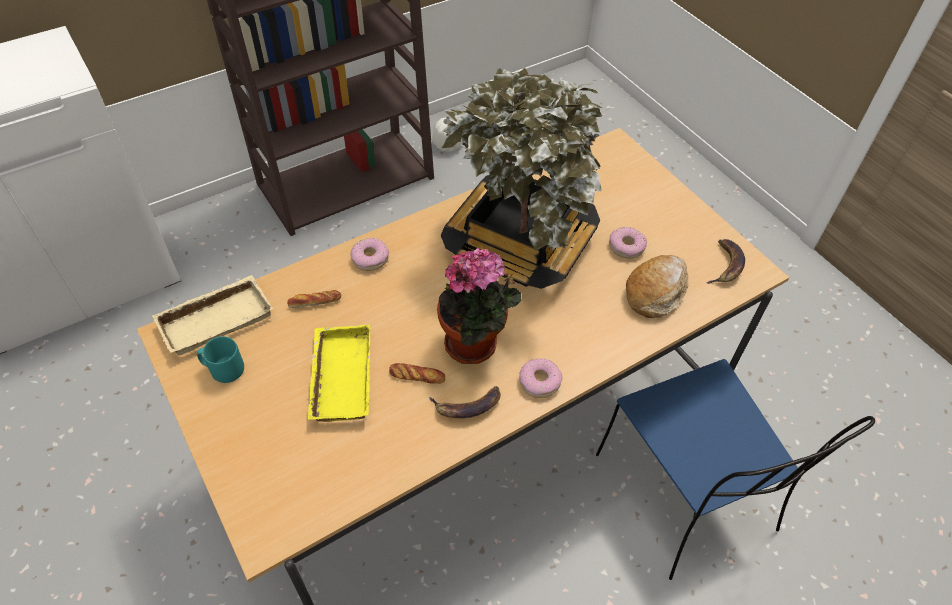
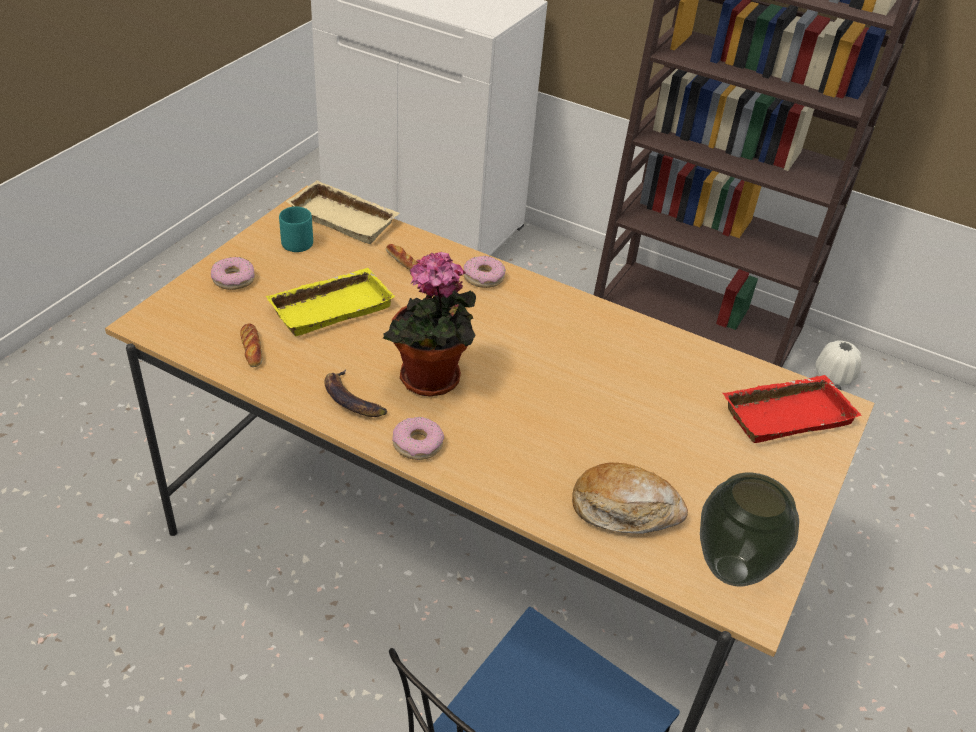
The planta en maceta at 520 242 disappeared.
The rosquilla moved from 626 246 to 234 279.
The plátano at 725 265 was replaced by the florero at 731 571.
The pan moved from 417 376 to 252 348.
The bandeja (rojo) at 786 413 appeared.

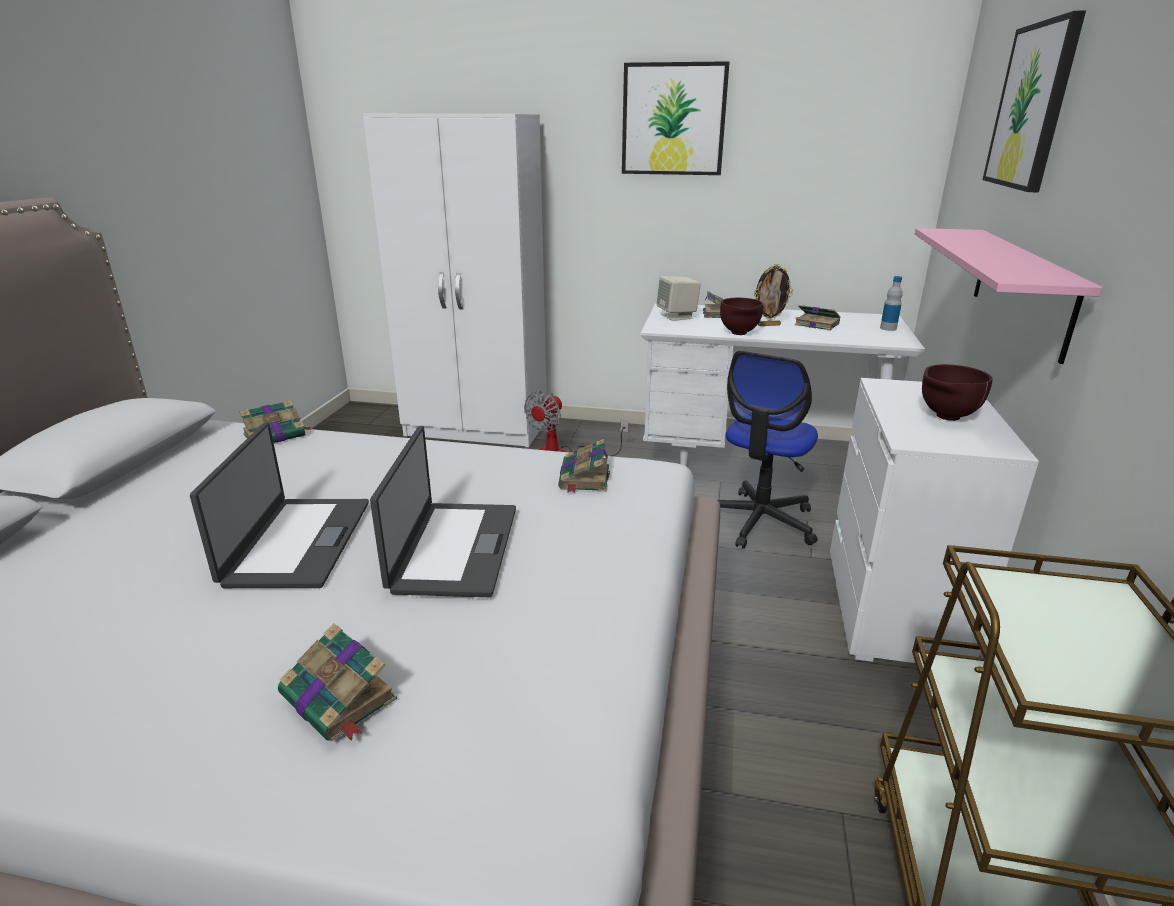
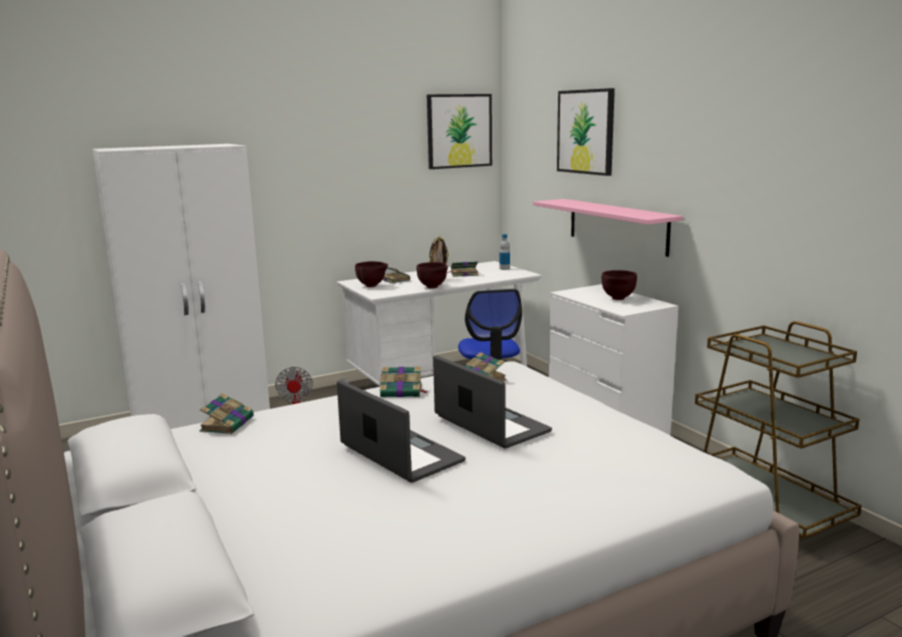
The cuadro moved from 673 119 to 459 131.
The altavoz (beis) at 677 316 was replaced by the cuenco (marrón) at 372 286.
The libro moved from 340 699 to 402 391.

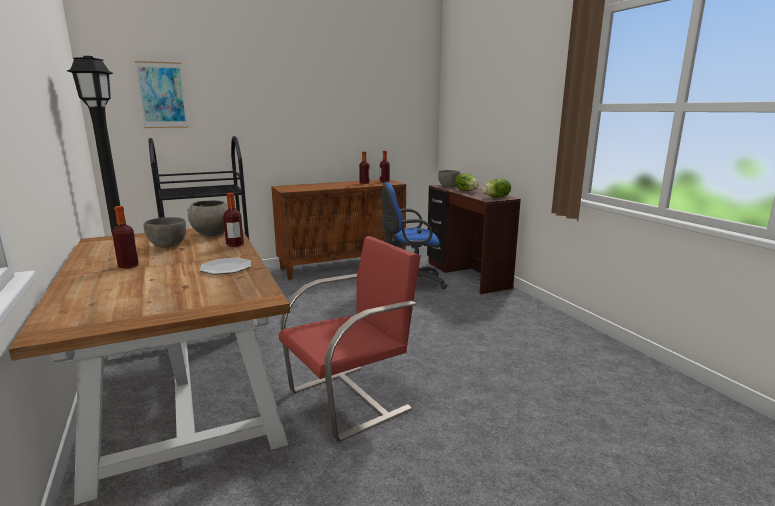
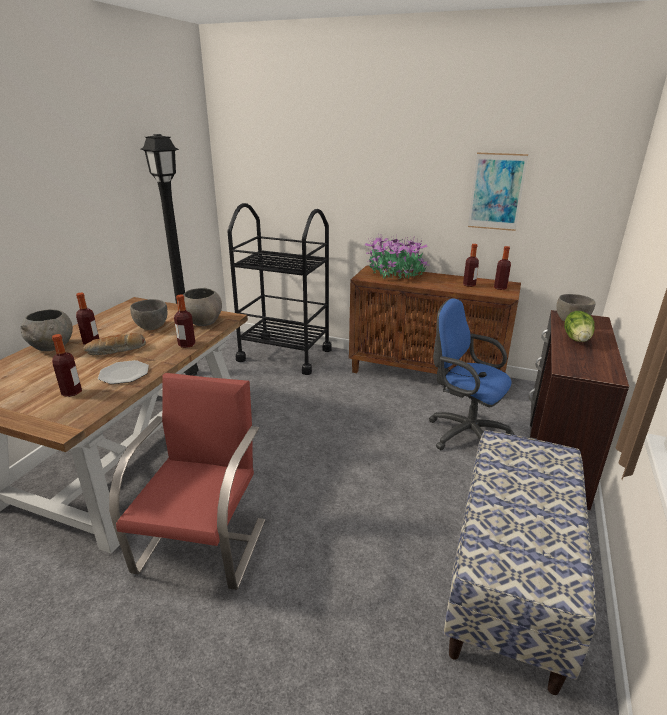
The cuadro moved from 162 95 to 496 192.
The lechuga at 496 197 disappeared.
The silla (rojo) at 351 399 turned 90 degrees counterclockwise.
The planta en maceta at 395 275 appeared.
The cuenco (gris) at 52 347 appeared.
The pan at 116 351 appeared.
The botella at 71 392 appeared.
The banco at 510 580 appeared.

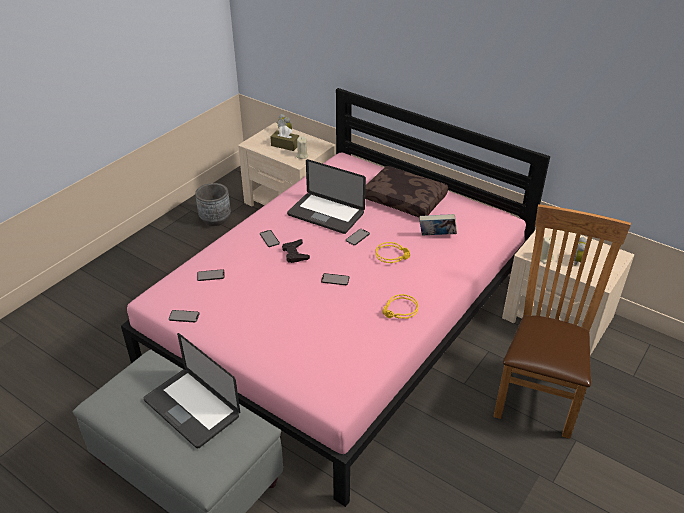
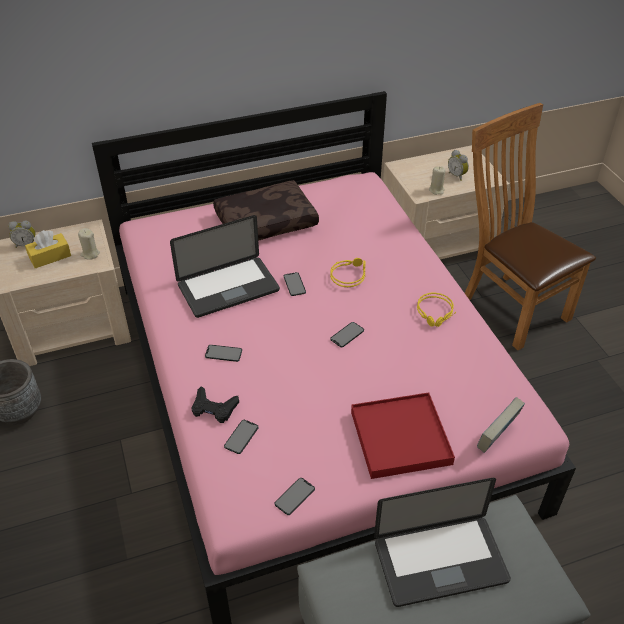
The caja de pañuelos (marrón) at 285 145 became the caja de pañuelos (amarillo) at 50 257.
The libro moved from 436 236 to 496 438.
The mando de consola (negro) moved from 295 254 to 214 408.
The bandeja (rojo) at 400 437 appeared.

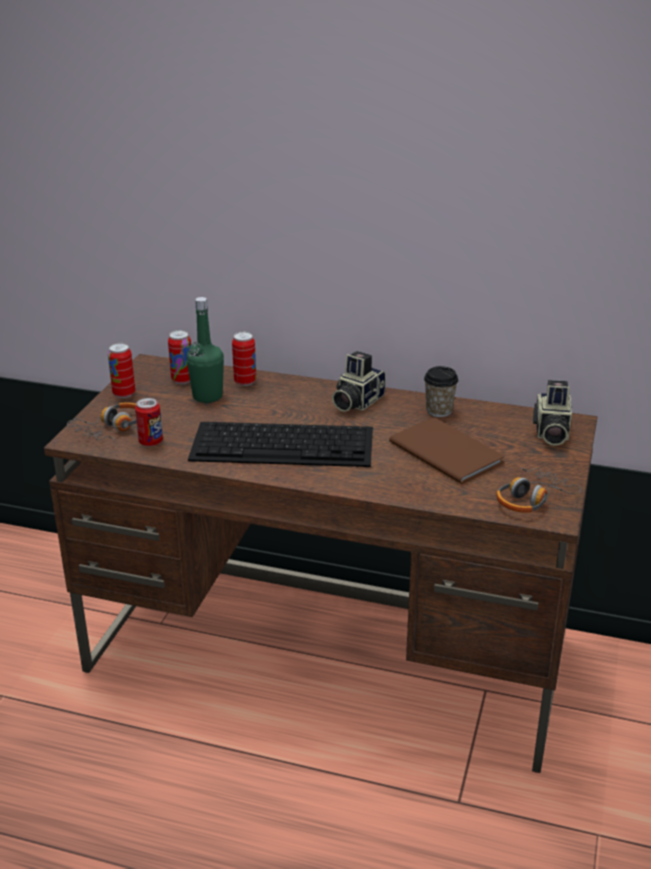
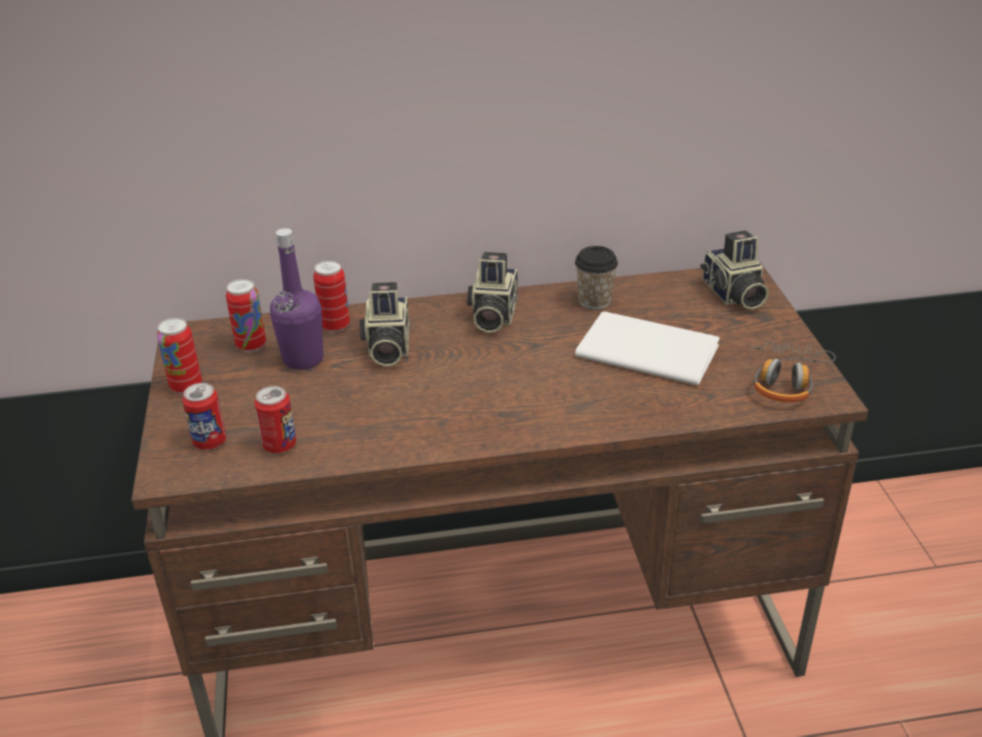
The botella (verde) at 207 396 became the botella (morado) at 303 359.
The auriculares at 112 428 was replaced by the lata at 210 442.
The libro (marrón) at 446 450 became the libro (blanco) at 645 348.
The teclado at 284 444 disappeared.
The cámara at 386 348 appeared.

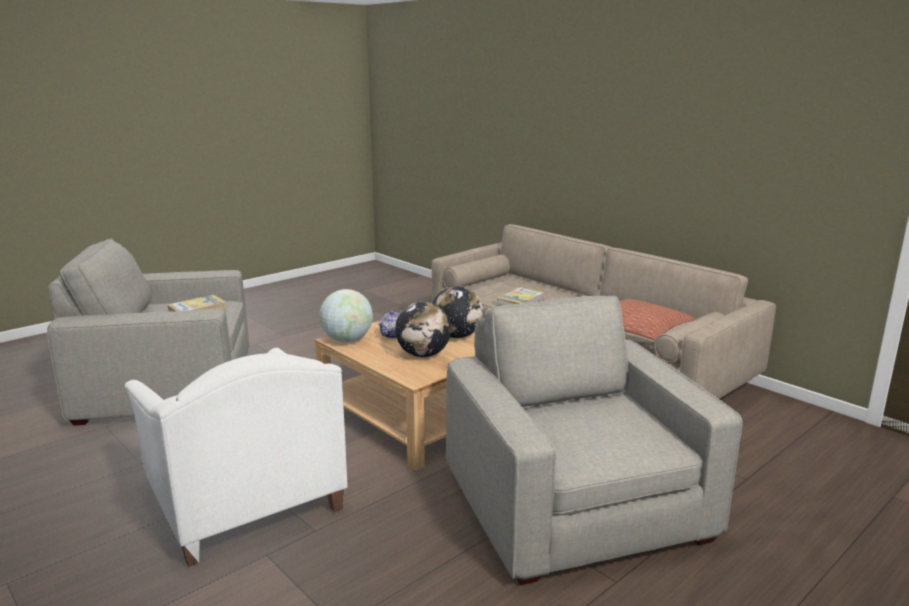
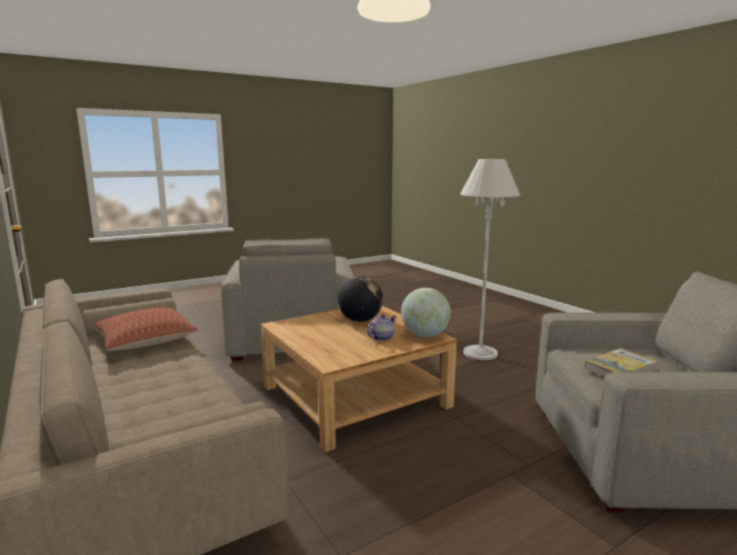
The globo terráqueo at 457 336 disappeared.
The libro at 520 300 disappeared.
The sillón (blanco) at 242 498 was replaced by the lámpara de pie (blanco) at 480 353.

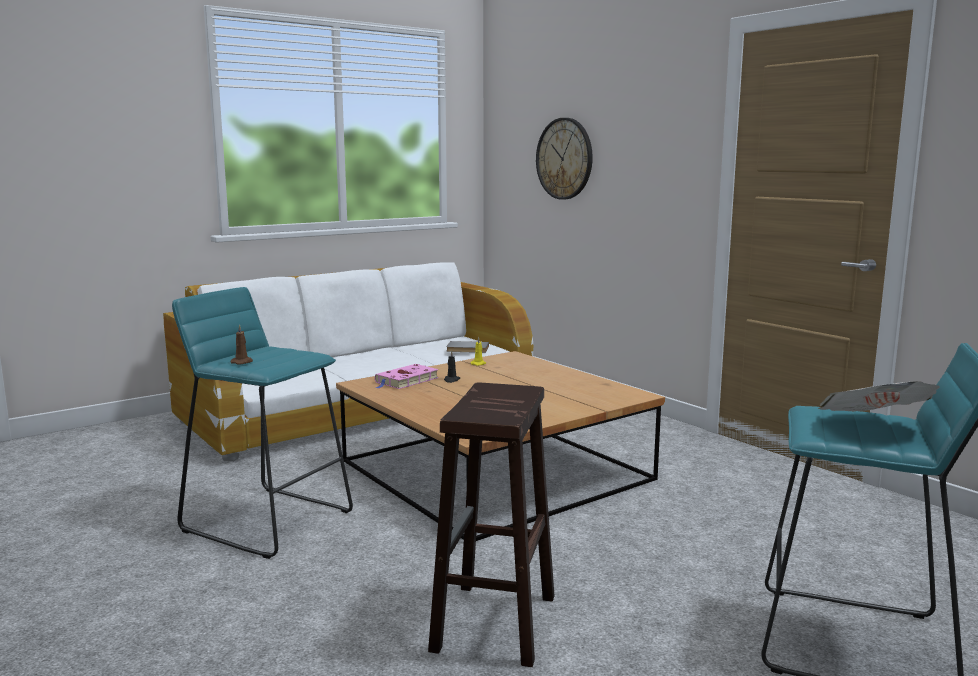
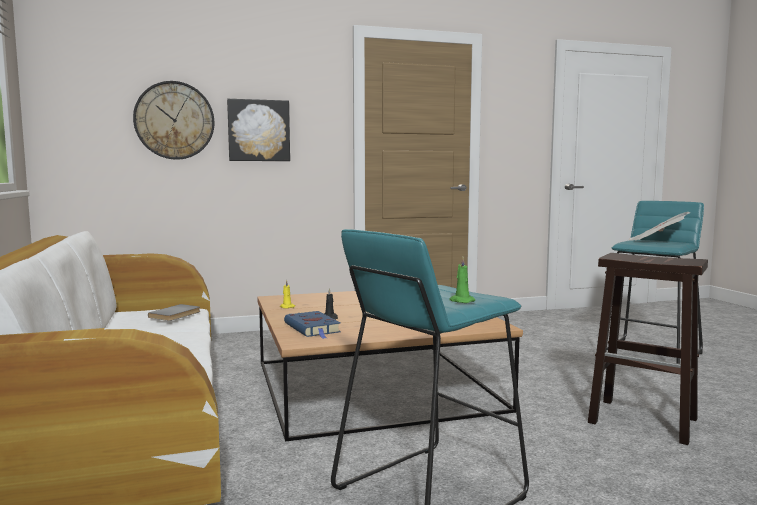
The vela (marrón) at 242 362 became the vela (verde) at 461 301.
The libro (rosa) at 406 381 became the libro (azul) at 313 328.
The cuadro at 258 130 appeared.

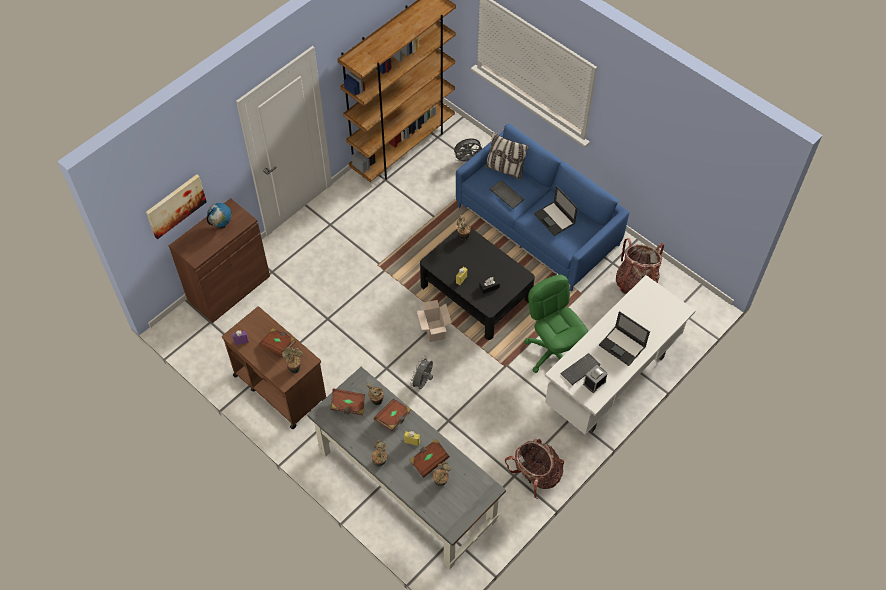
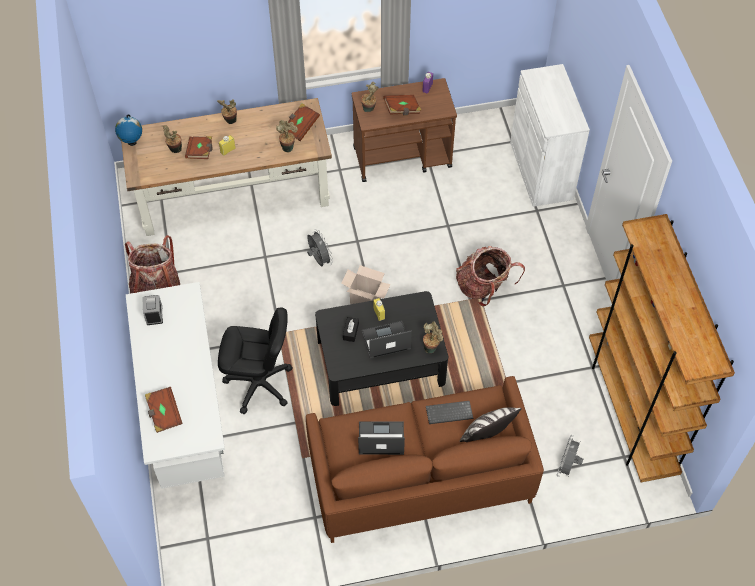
The sofá (azul) at 537 226 became the sofá (marrón) at 420 475.
The cuadro at 175 205 disappeared.
The armario (marrón) at 229 288 became the armario (blanco) at 541 170.
The globo terráqueo moved from 222 225 to 132 142.
The mochila moved from 636 283 to 484 287.
The silla de oficina (verde) at 553 352 became the silla de oficina (negro) at 259 384.
The portátil moved from 622 346 to 385 340.
The teclado at 580 370 disappeared.
The escritorio (gris) at 405 485 became the escritorio (marrón) at 234 193.
The libro (marrón) moved from 393 418 to 164 414.

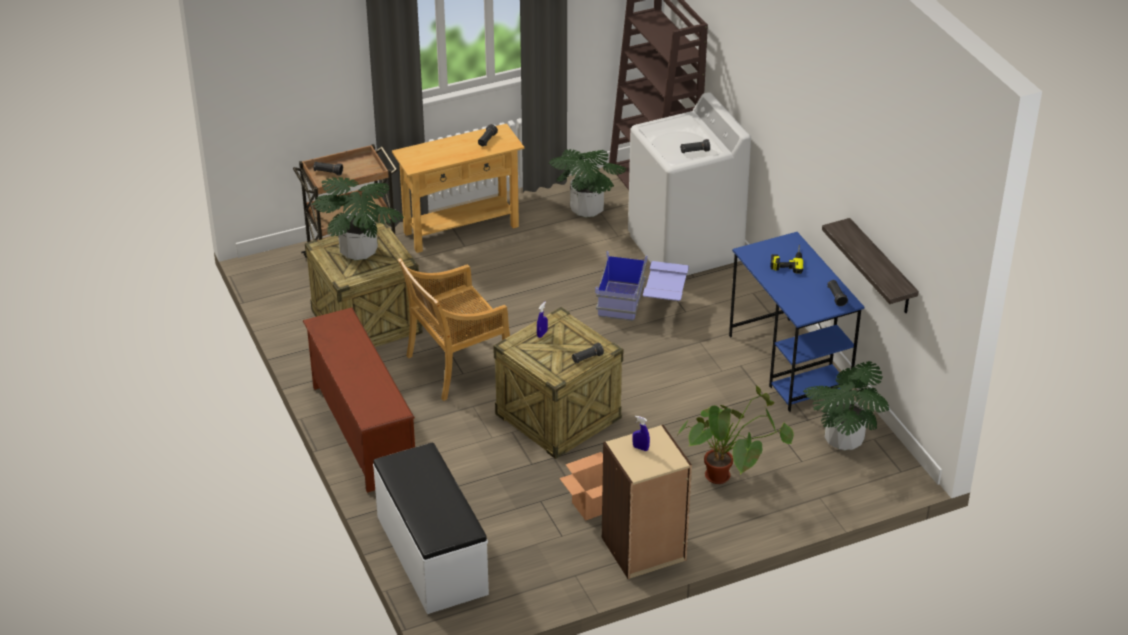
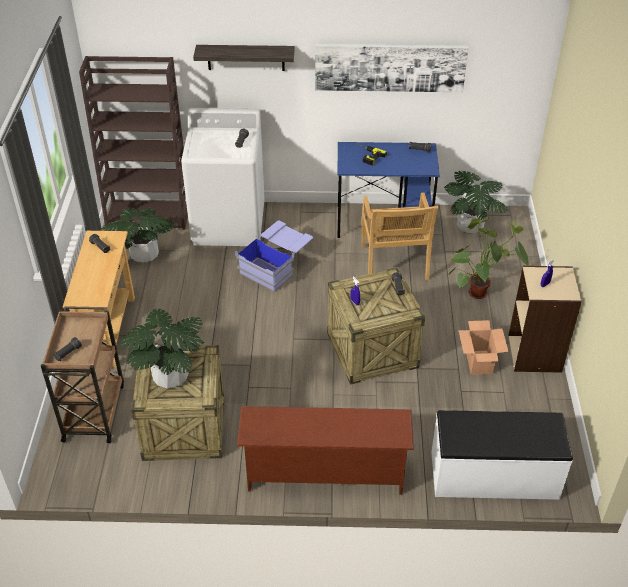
The estante moved from 881 268 to 245 57.
The silla (beis) moved from 456 366 to 394 264.
The cuadro at 390 67 appeared.

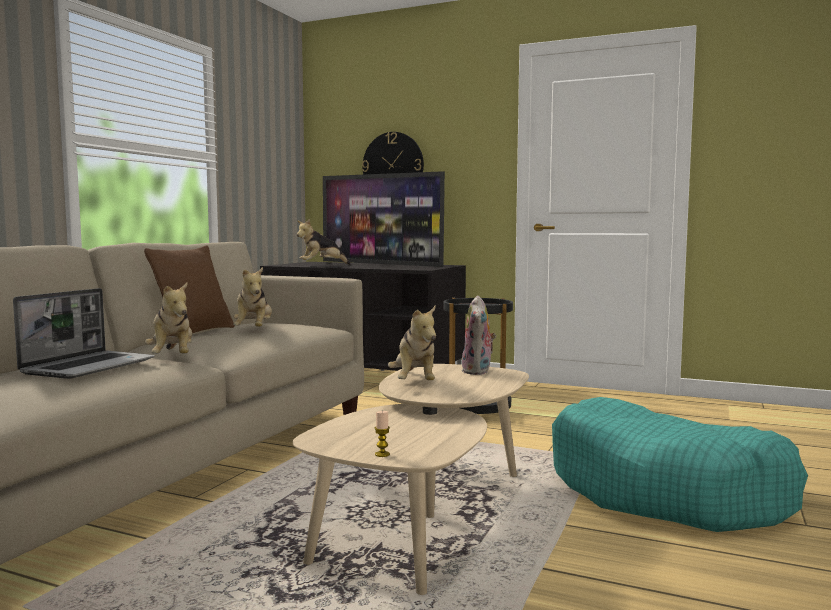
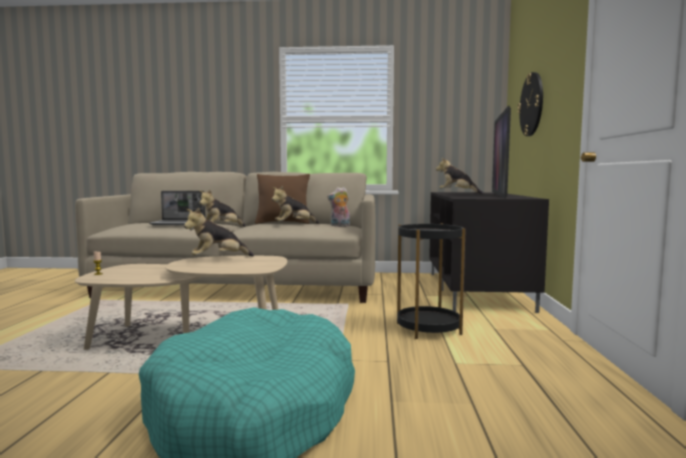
The peluche moved from 478 371 to 339 226.

